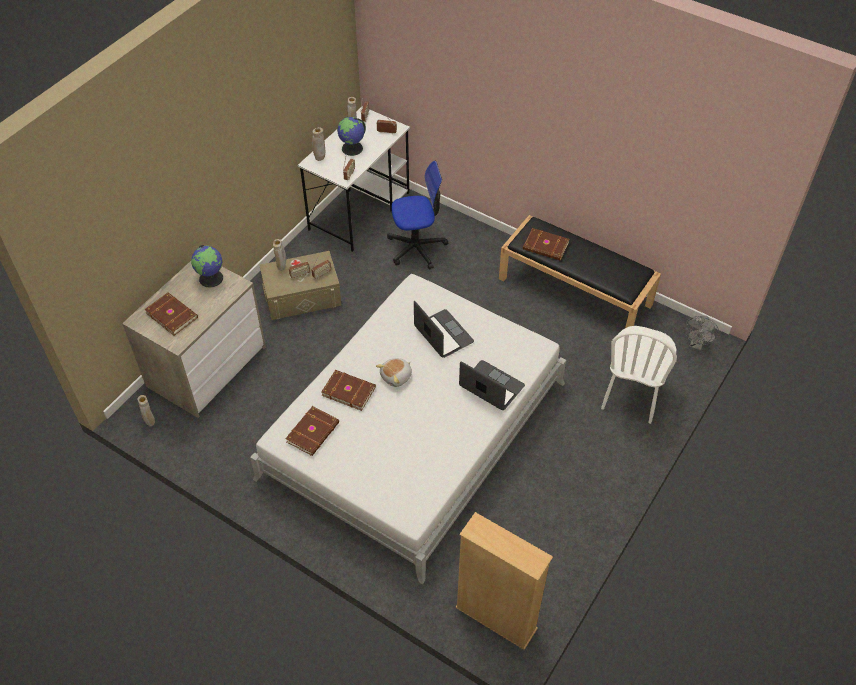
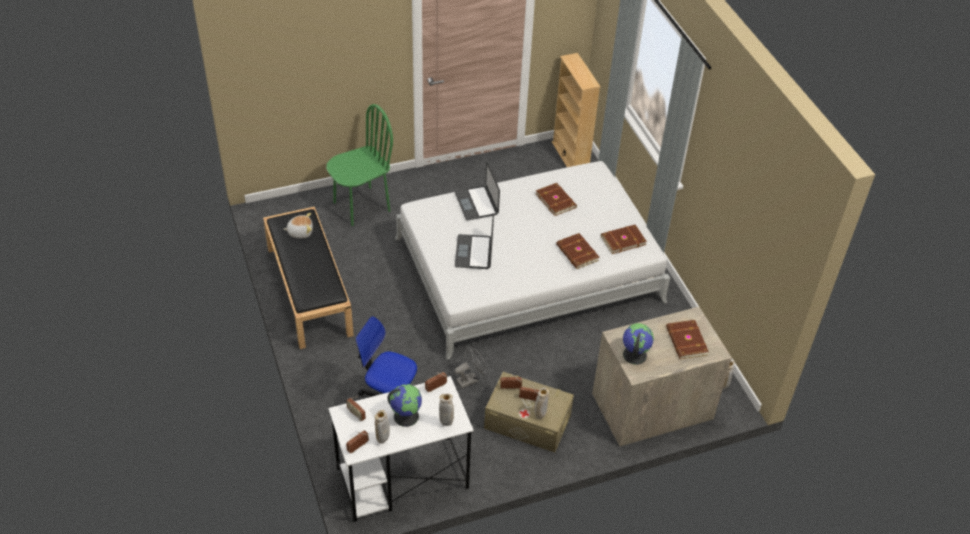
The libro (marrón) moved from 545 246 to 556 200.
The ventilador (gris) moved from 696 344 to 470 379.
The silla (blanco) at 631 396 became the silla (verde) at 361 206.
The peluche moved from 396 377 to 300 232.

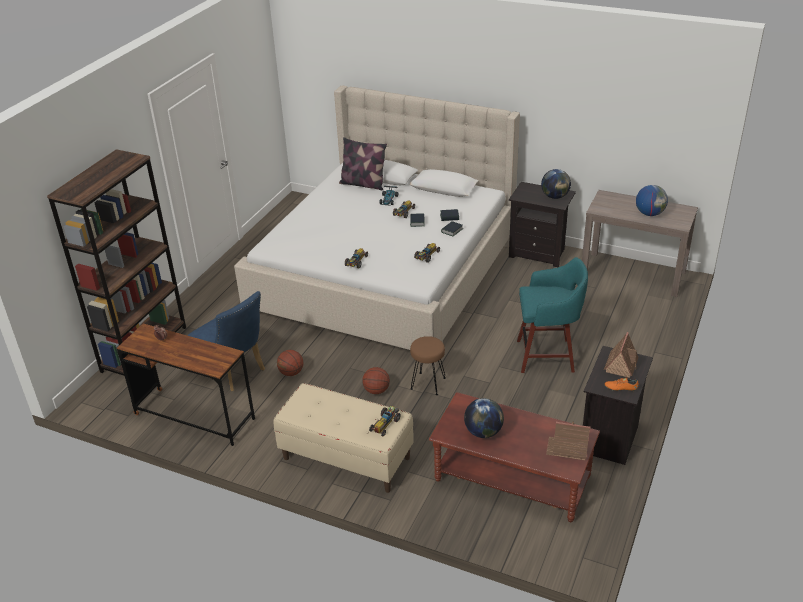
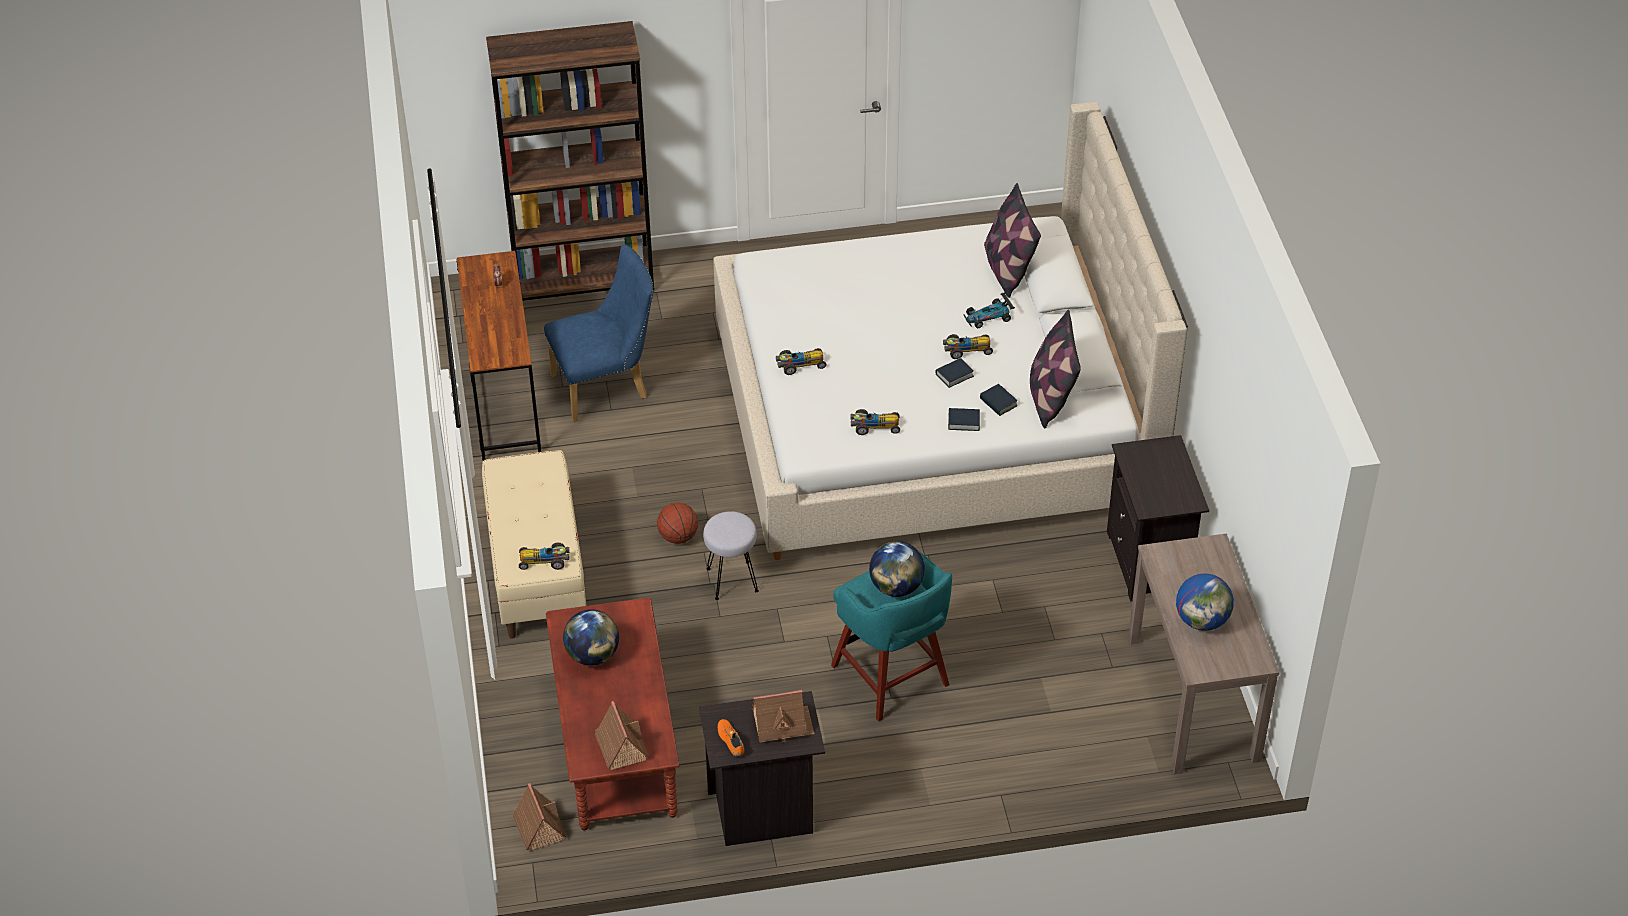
The globo terráqueo moved from 555 196 to 896 587.
The silla (azul) at 234 372 turned 120 degrees counterclockwise.
The taburete (marrón) at 428 384 became the taburete (gris) at 731 580.
The balón de baloncesto at 291 373 disappeared.
The cojín at 1050 397 appeared.
The casita at 538 826 appeared.

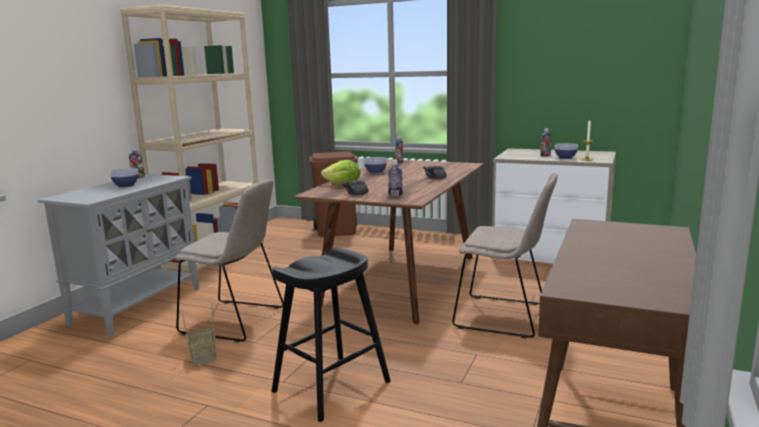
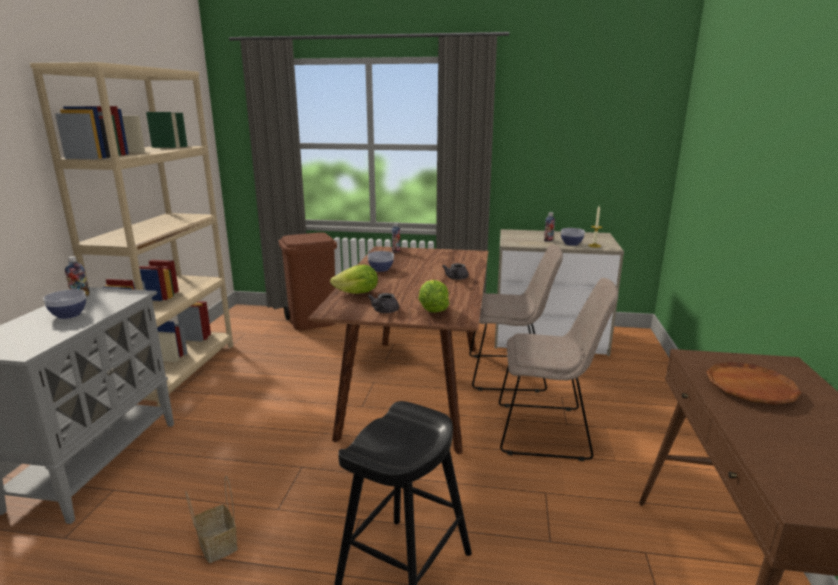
The botella at 395 195 was replaced by the lechuga at 432 310.
The silla (beis) moved from 236 321 to 509 373.
The plato (marrón) at 750 388 appeared.

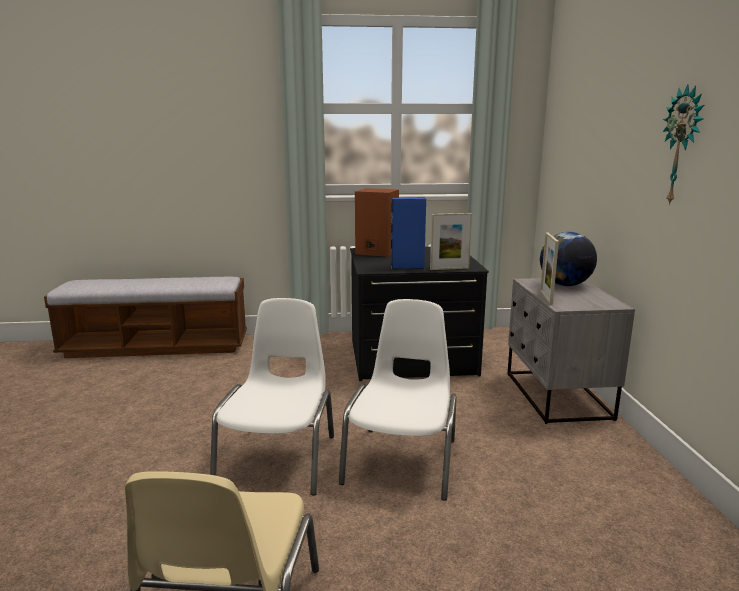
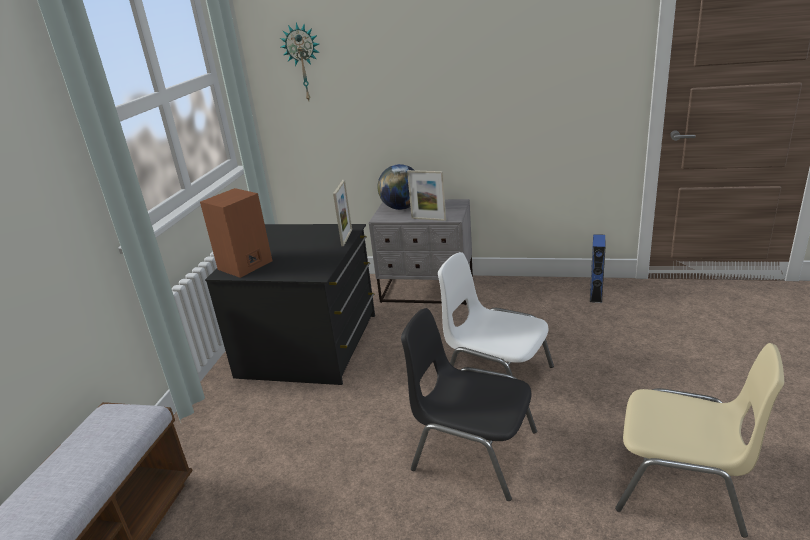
The reloj de pared moved from 683 146 to 303 62.
The altavoz (azul) moved from 407 267 to 596 295.
The silla (blanco) at 279 458 became the silla (negro) at 472 450.

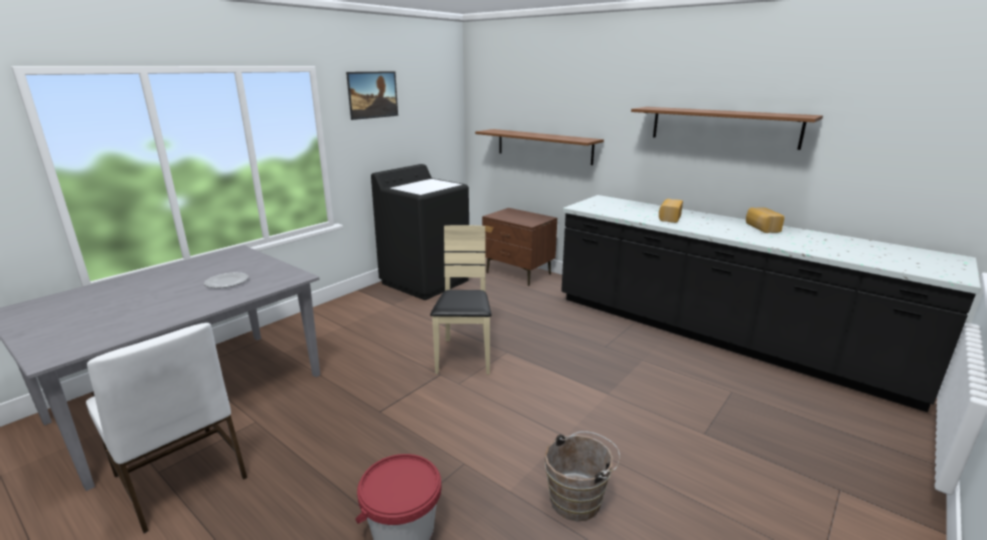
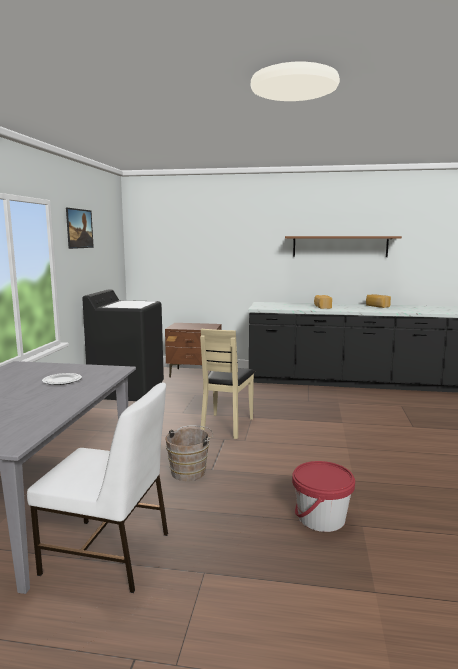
The estante (marrón) at 543 146 disappeared.
The silla (beis) at 464 356 turned 135 degrees counterclockwise.
The cubo (marrón) moved from 579 499 to 190 471.

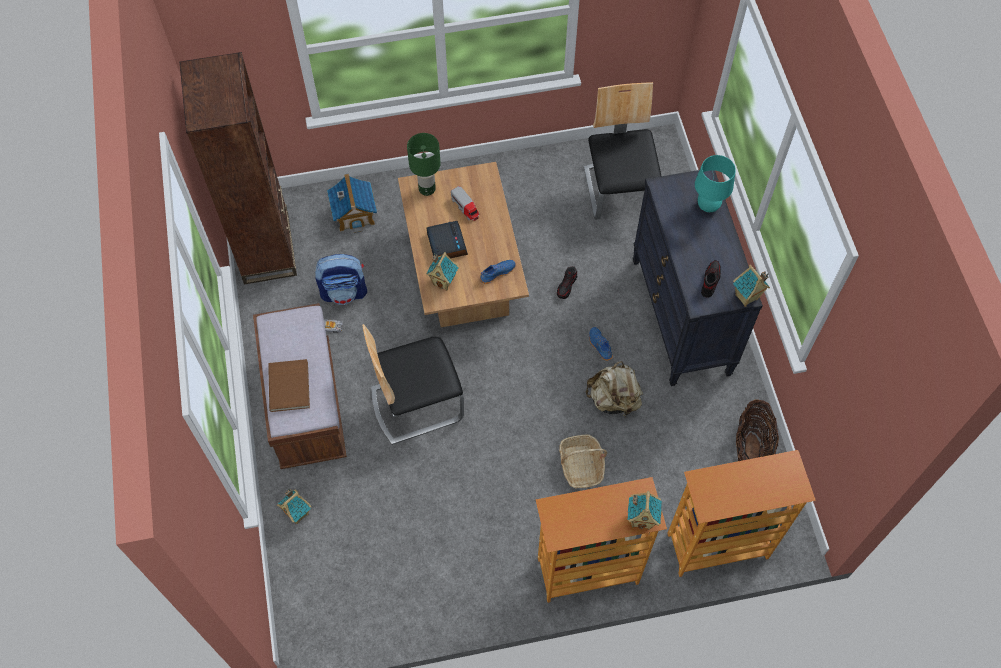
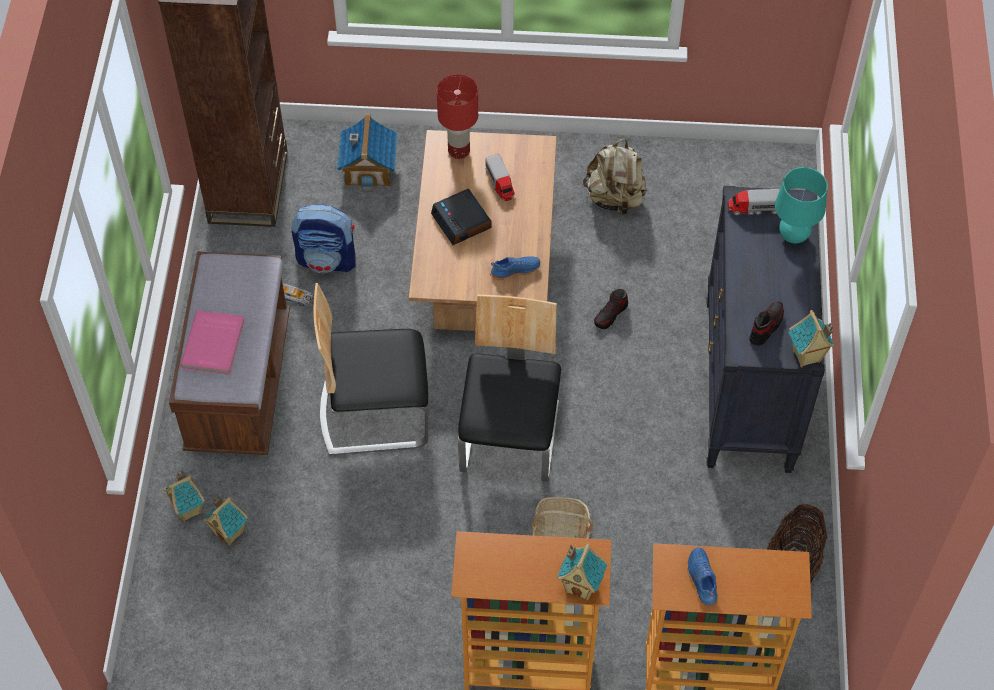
The silla moved from 619 191 to 510 438.
The lámpara de mesa (verde) at 426 188 became the lámpara de mesa (rojo) at 458 150.
The despertador at 446 244 turned 150 degrees clockwise.
The casita moved from 444 282 to 230 533.
The zapato (azul) moved from 599 346 to 701 580.
The libro (marrón) at 290 386 became the libro (rosa) at 215 344.
The mochila (beis) moved from 613 400 to 615 198.
The camión de juguete at 753 207 appeared.

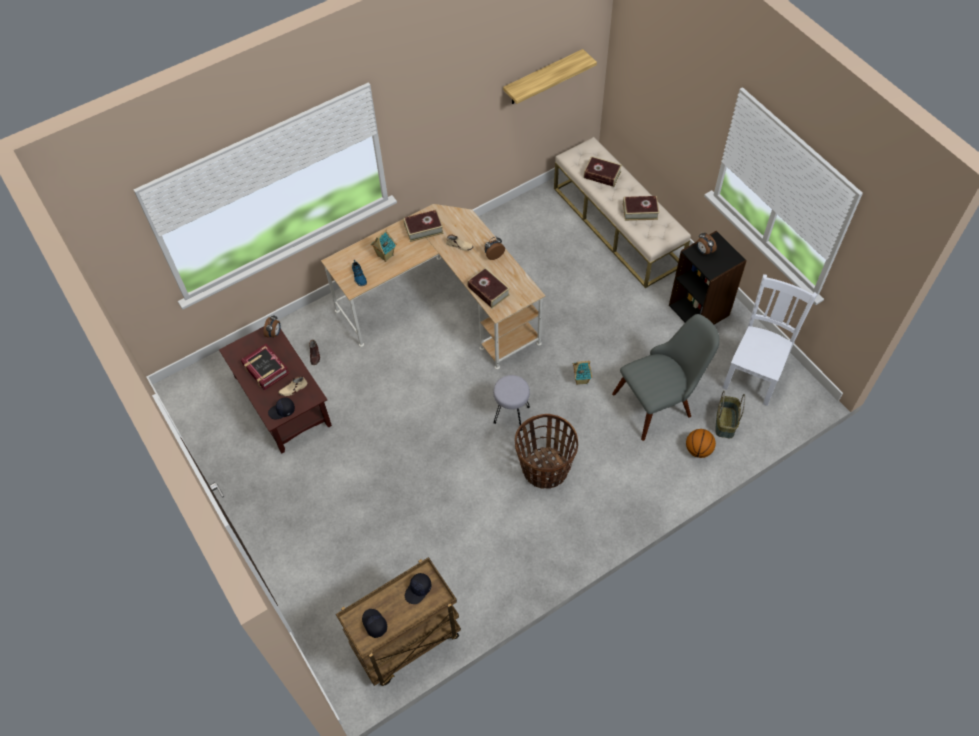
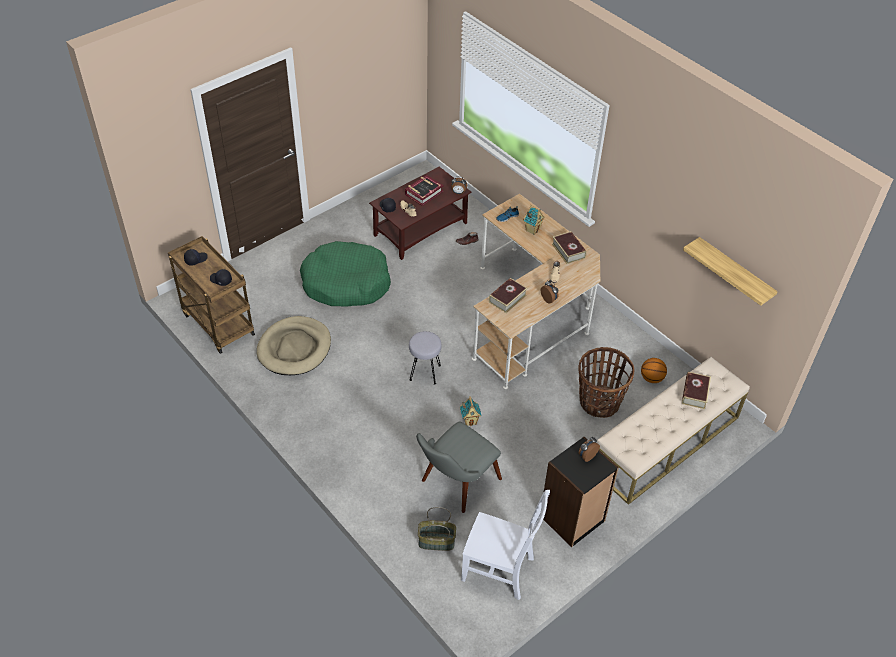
The libro at 640 211 disappeared.
The silla (gris) at 660 401 turned 75 degrees clockwise.
The cesta moved from 545 469 to 599 402.
The balón de baloncesto moved from 698 449 to 651 378.
The cama para perro (verde) at 346 283 appeared.
The cama para perro (beis) at 294 348 appeared.

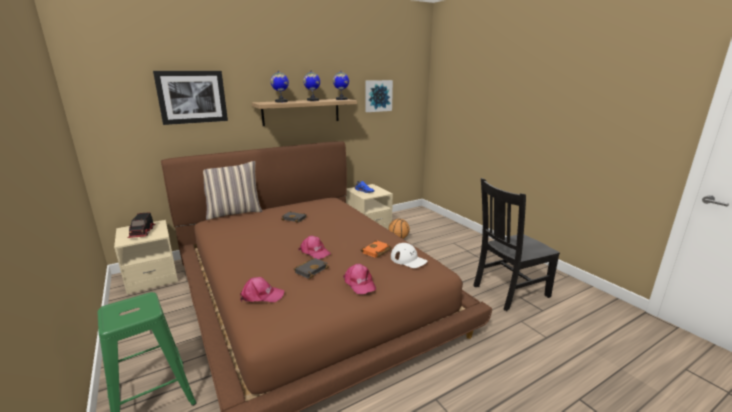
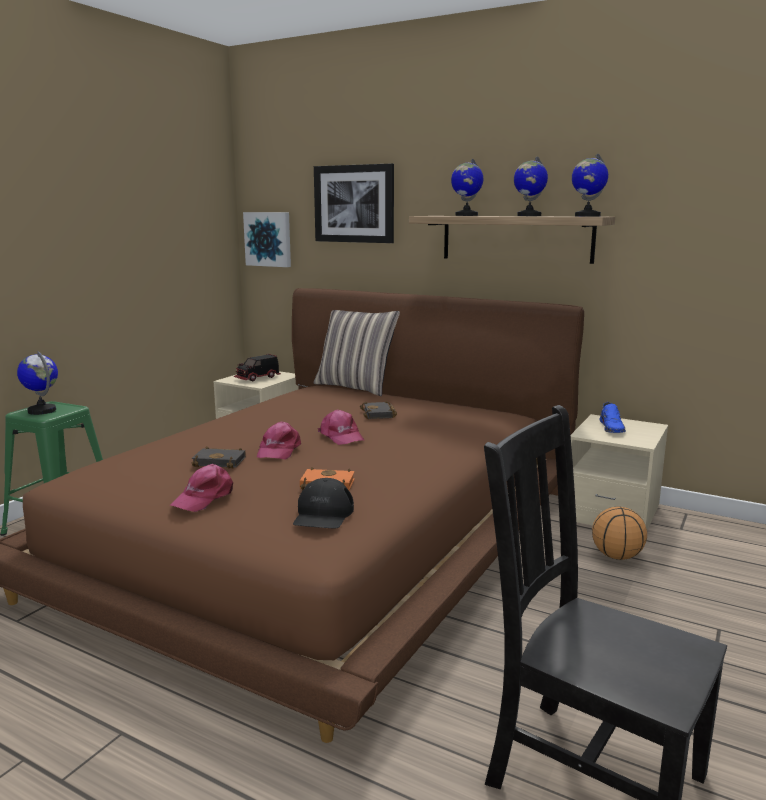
The cuadro moved from 378 96 to 268 239.
The gorra (blanco) at 408 260 became the gorra (negro) at 323 514.
The gorra (rosa) moved from 261 296 to 341 436.
The globo terráqueo at 42 410 appeared.

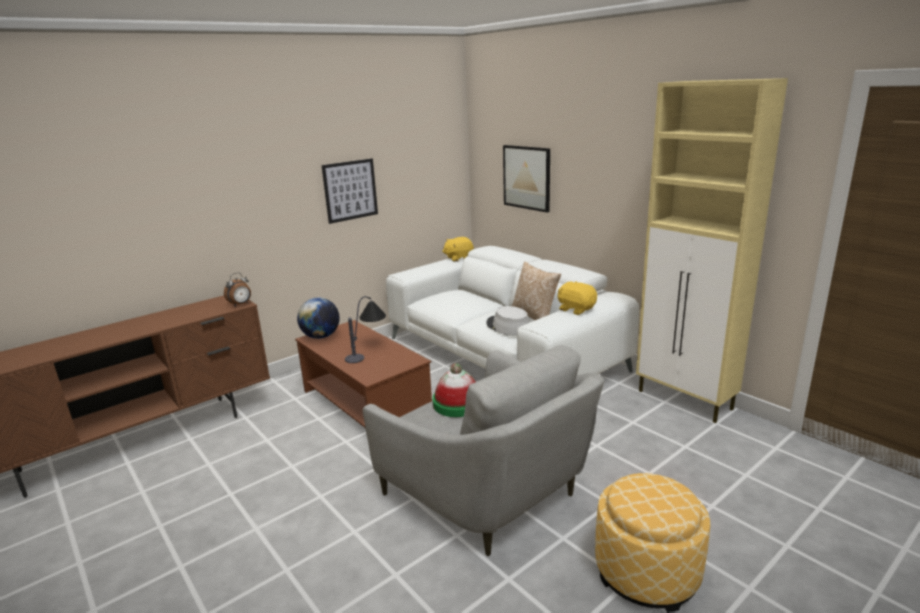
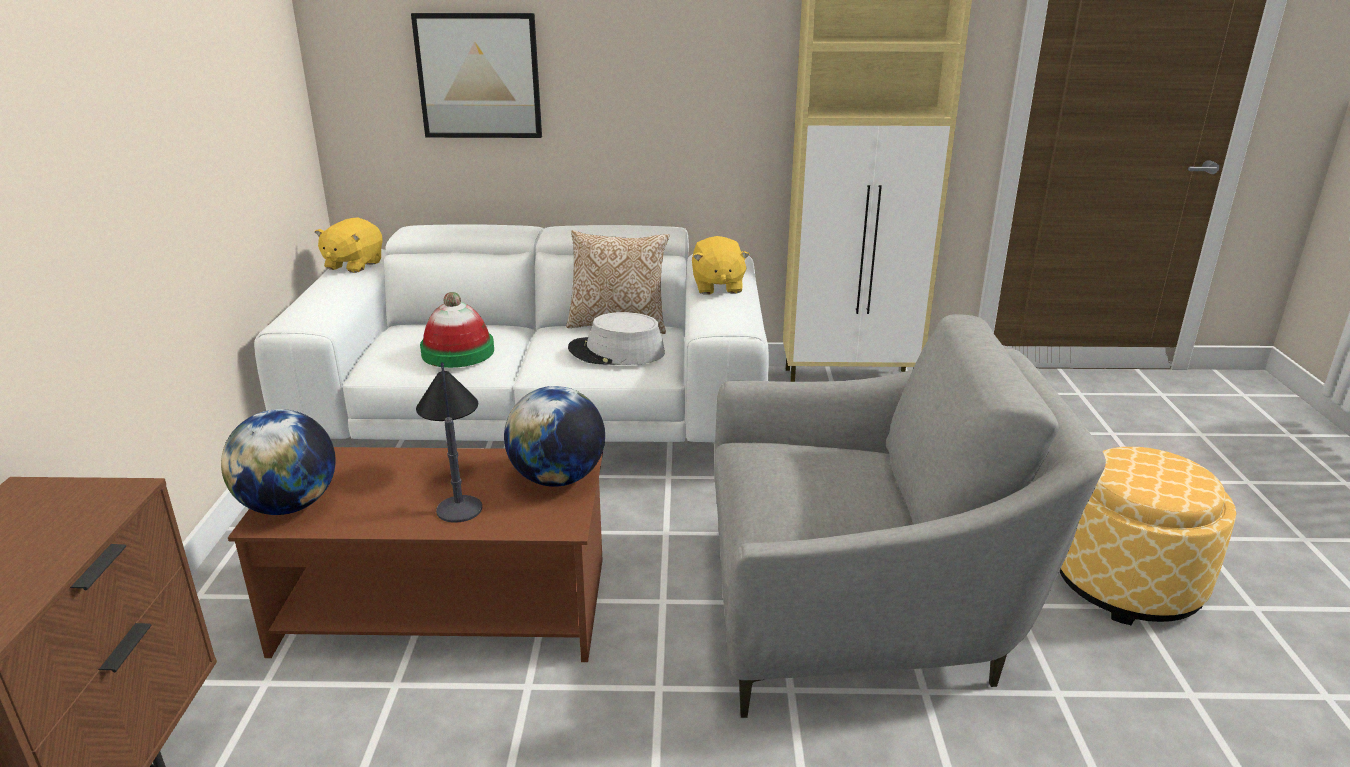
The cuadro at 350 190 disappeared.
The despertador at 240 304 disappeared.
The peluche (amarillo) at 576 309 turned 90 degrees counterclockwise.
The sombrero moved from 457 403 to 458 352.
The globo terráqueo at 557 478 appeared.

